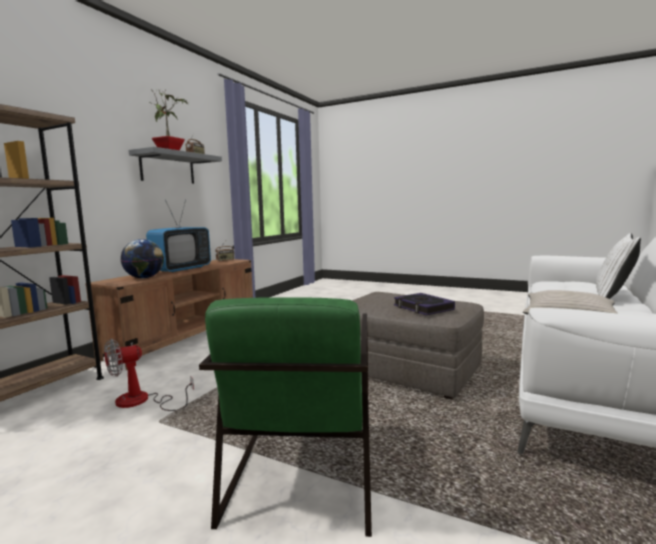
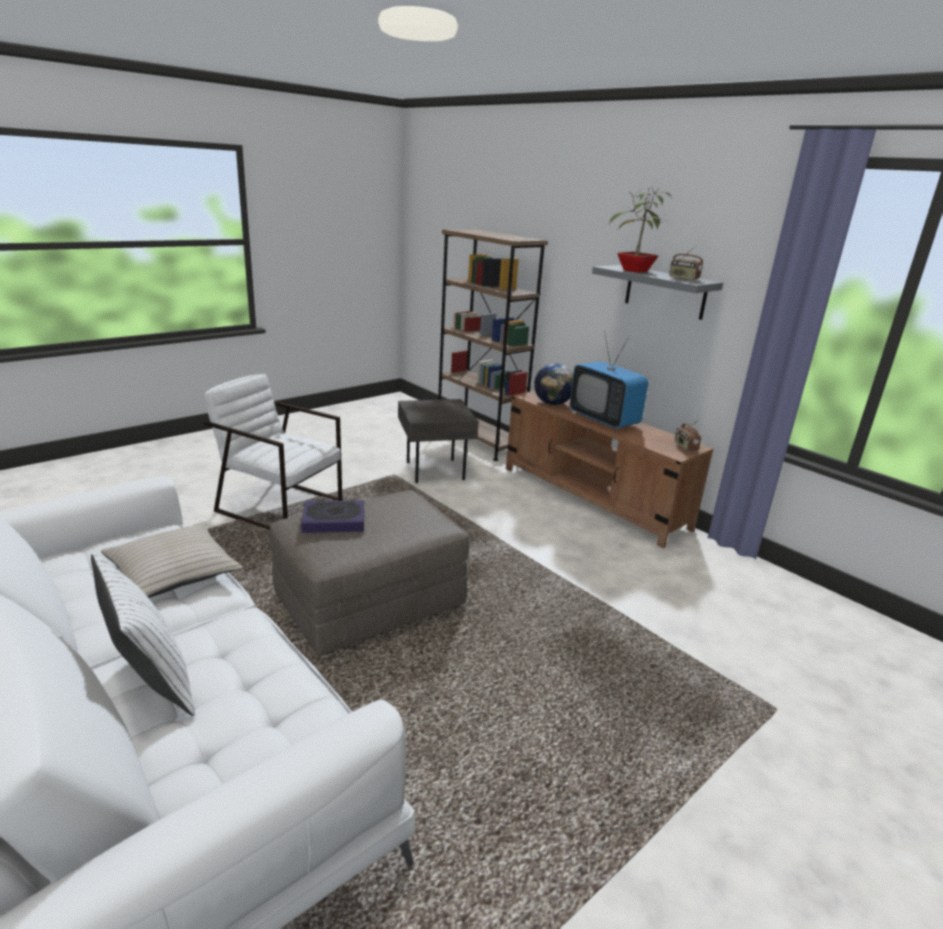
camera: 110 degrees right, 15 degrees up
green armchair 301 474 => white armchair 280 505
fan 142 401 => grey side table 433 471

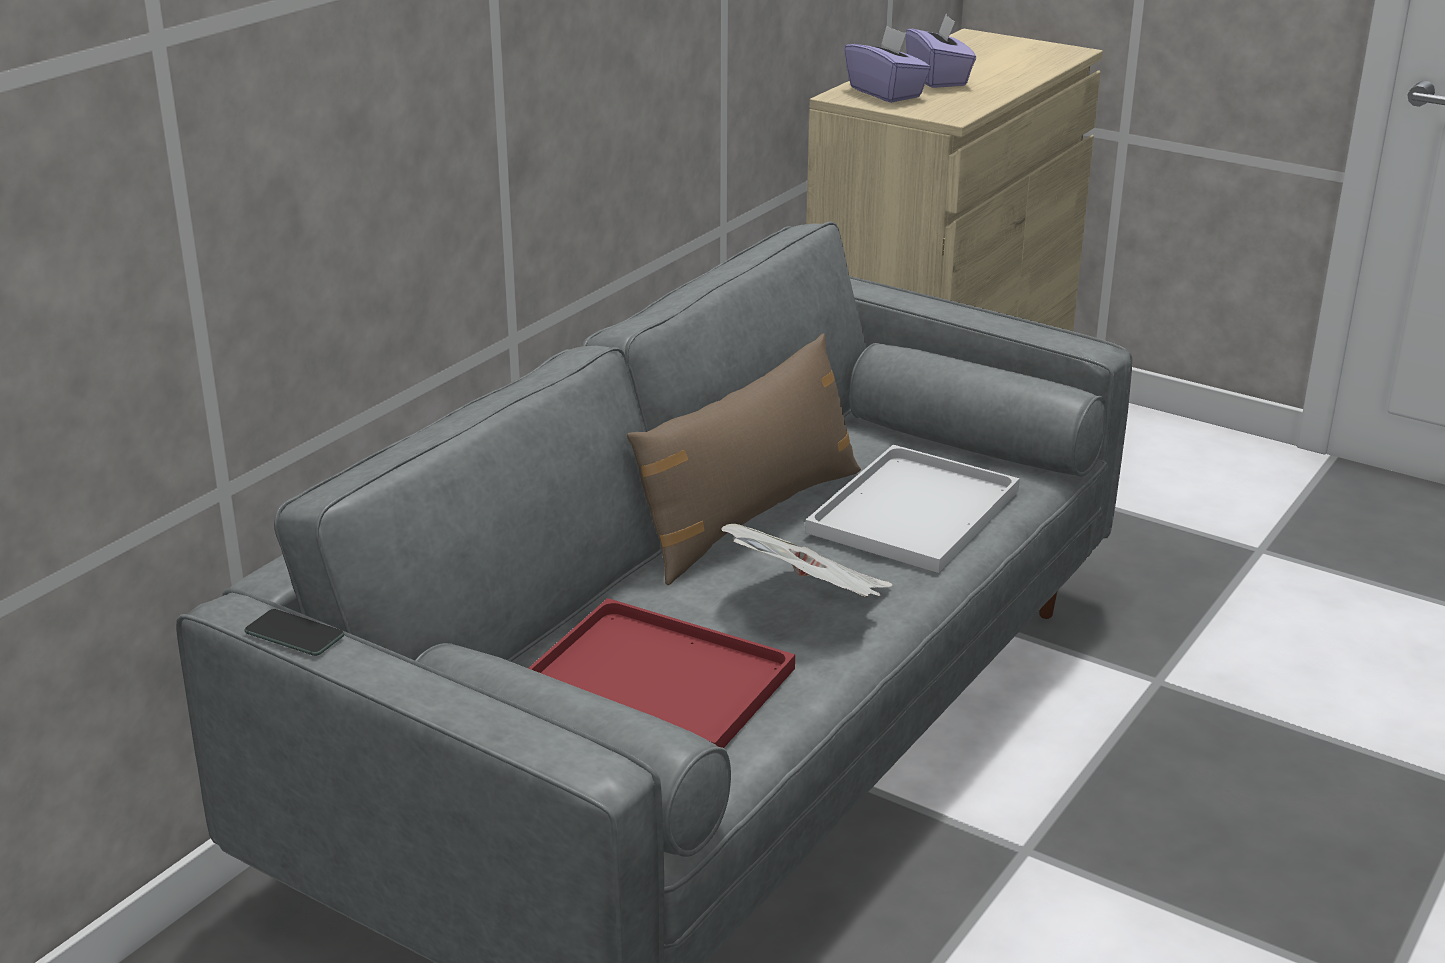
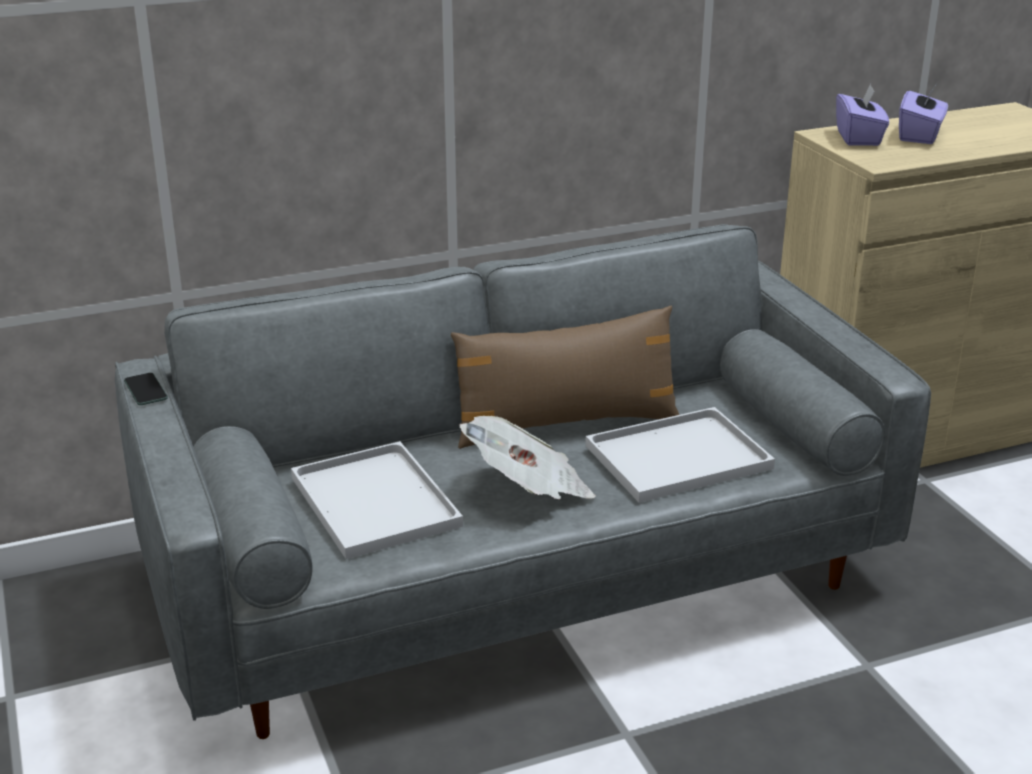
camera: 35 degrees right, 0 degrees up
red tray 652 680 => white tray 371 500

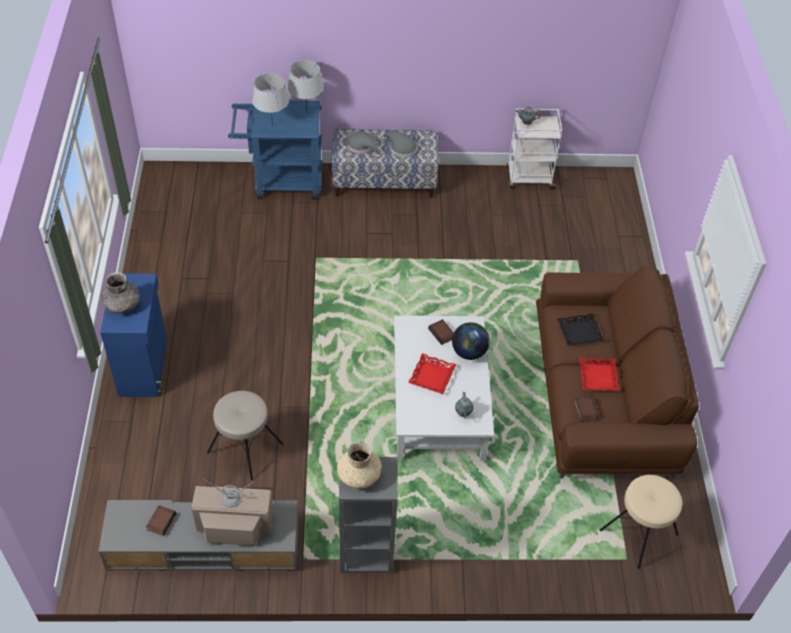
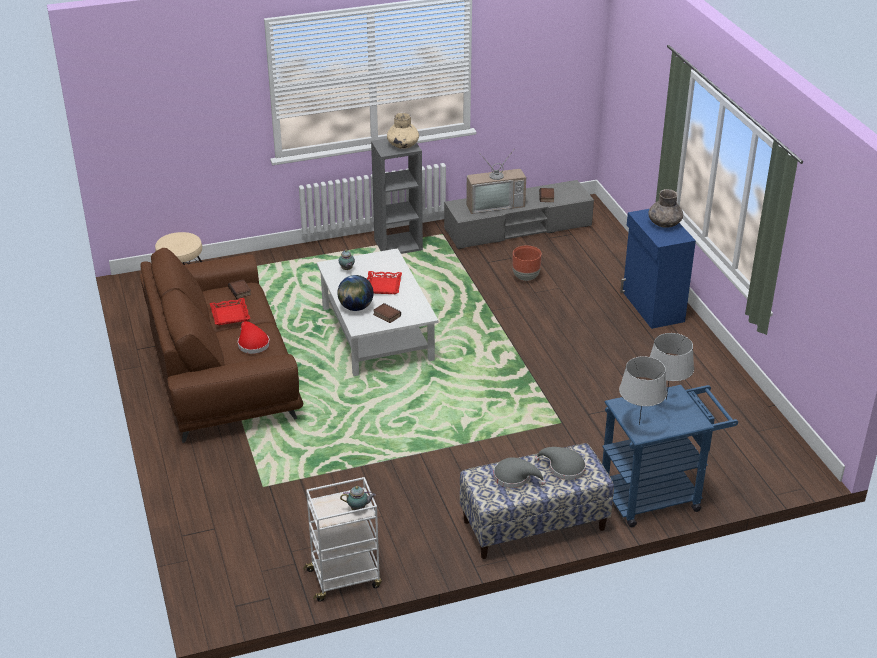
camera: 165 degrees right, 15 degrees down
black tray 579 332 => red hat 252 343
beige stool 245 448 => brown planter 526 277

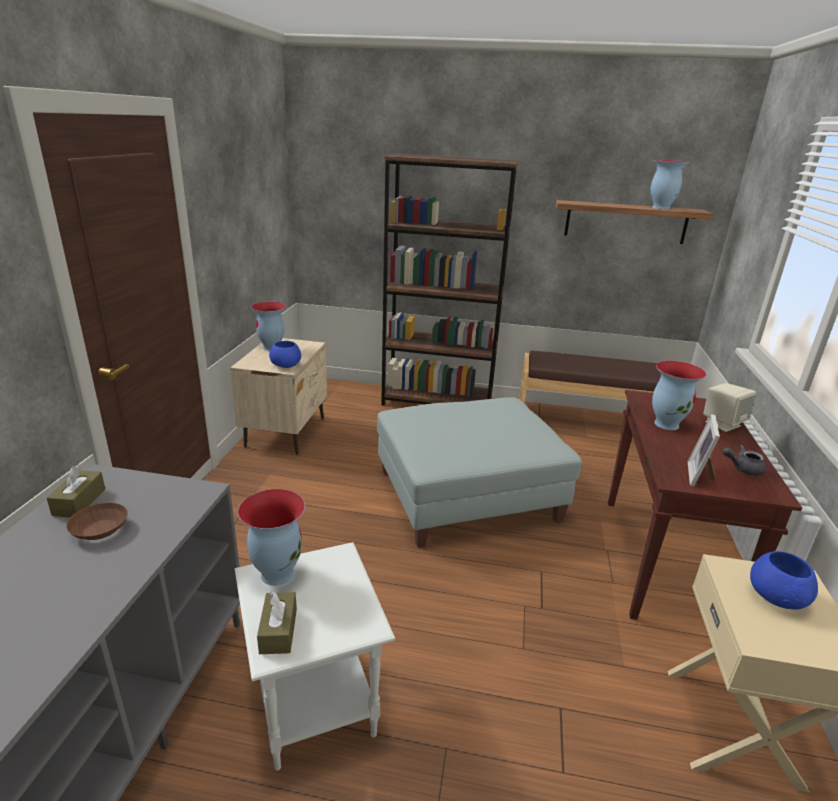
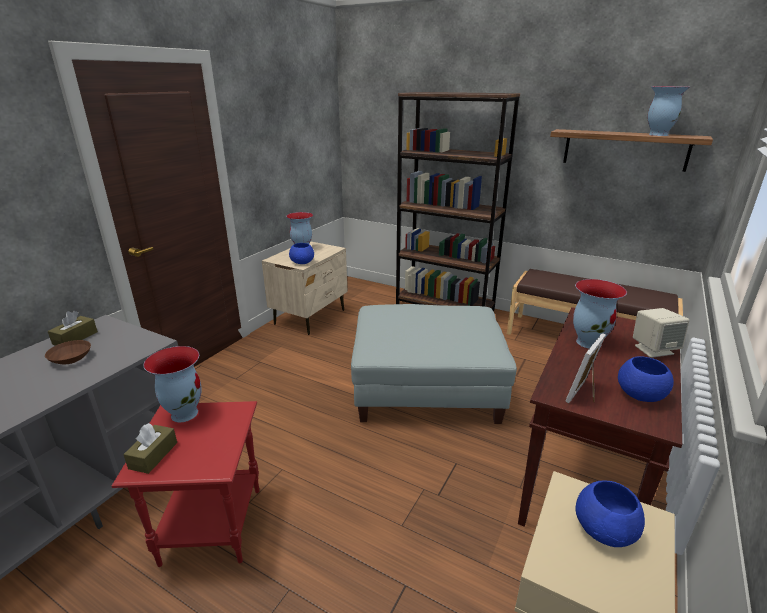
camera: 20 degrees right, 0 degrees up
grey teapot 742 469 => blue bowl 640 395
white side table 314 703 => red side table 213 524

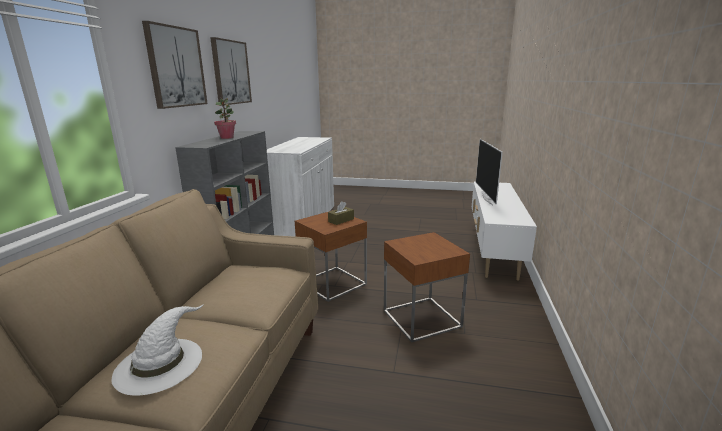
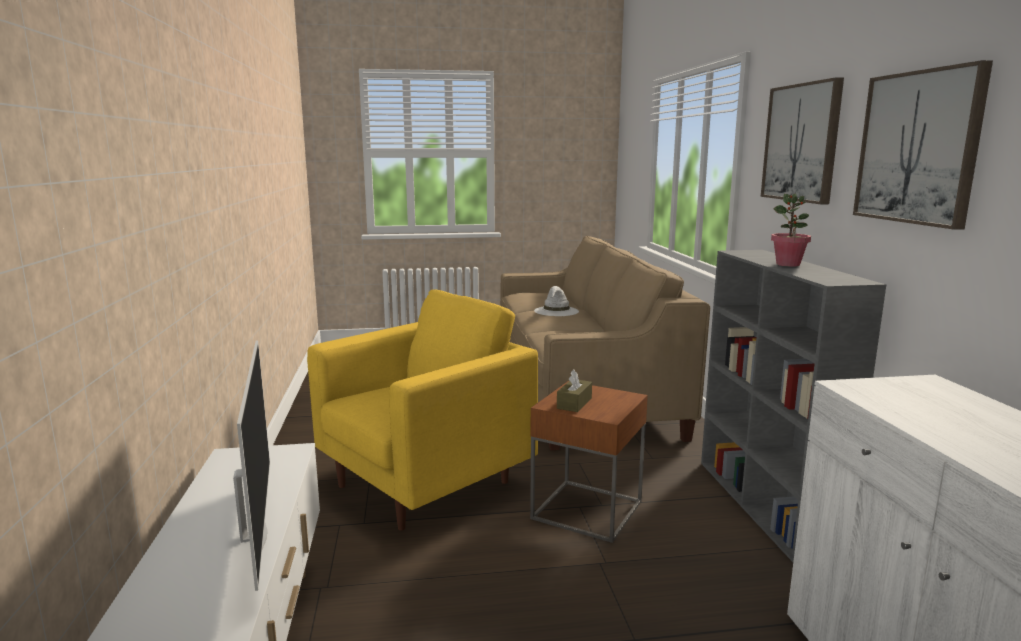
camera: 160 degrees right, 5 degrees down
brown side table 421 318 => yellow armchair 426 483

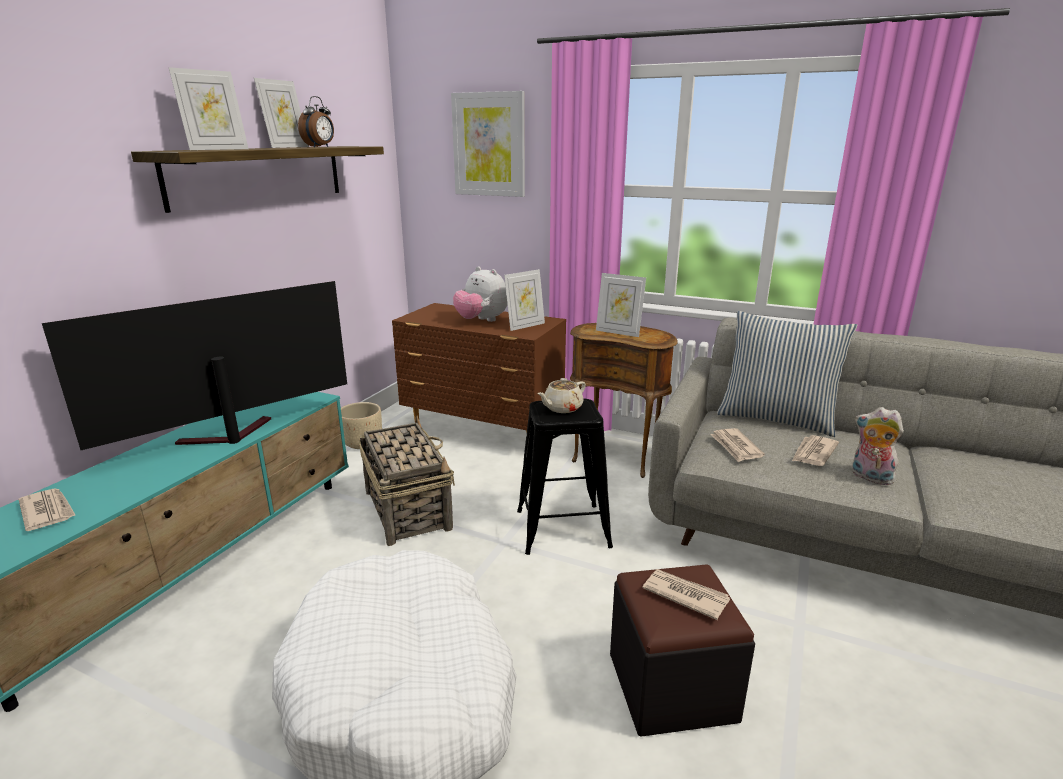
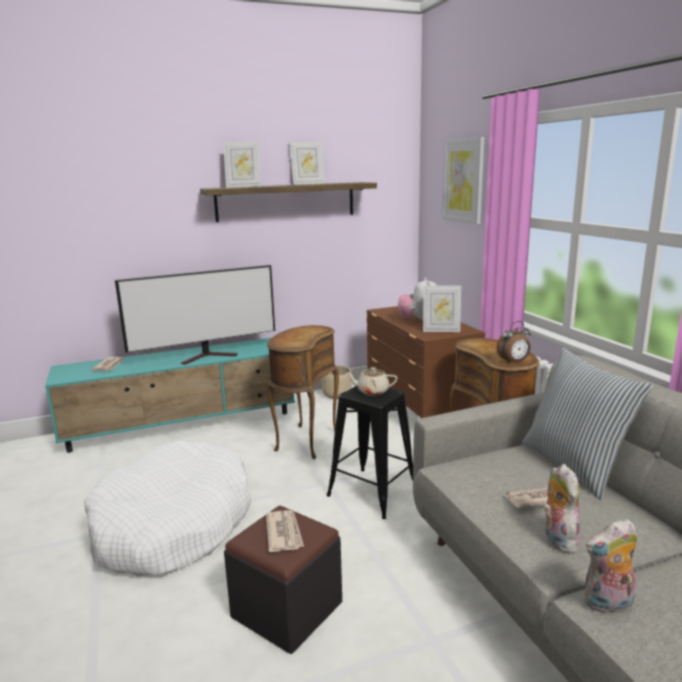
camera: 45 degrees right, 5 degrees down
alarm clock 320 147 => alarm clock 514 362, relocated
picture frame 618 332 => nothing
television 227 437 => television 209 356, 150 degrees clockwise
basket 407 509 => brown side table 304 441
newspaper 736 447 => nothing
nothing => plush toy 608 605

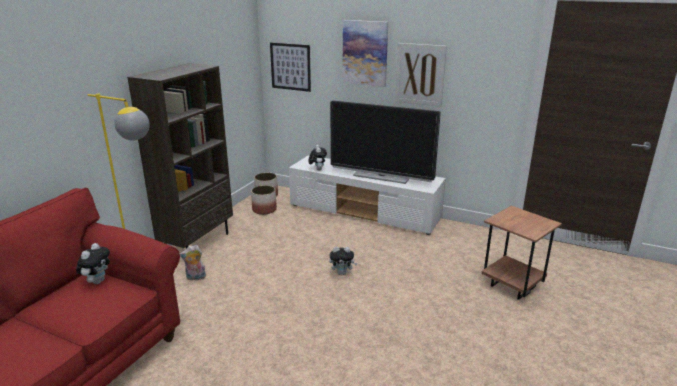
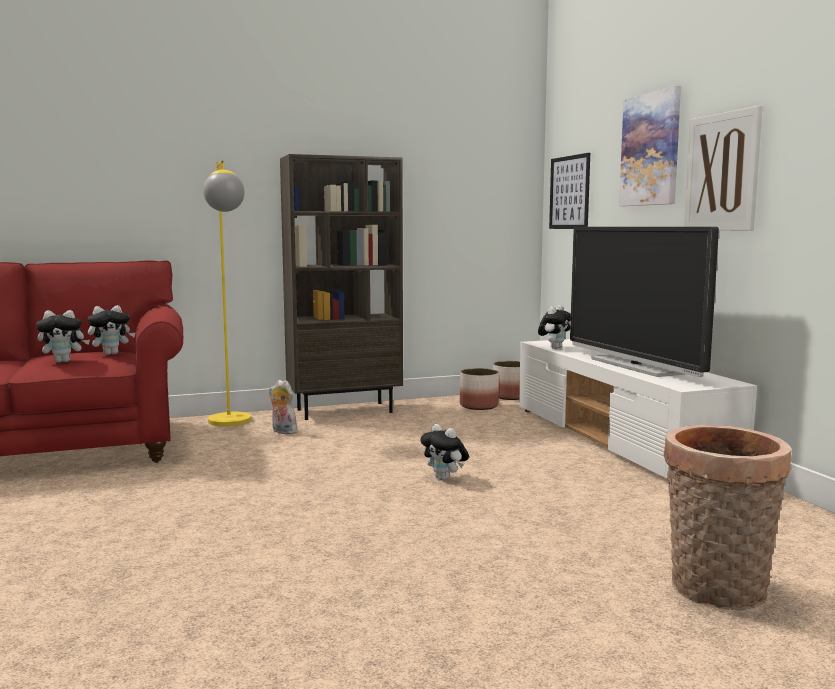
camera: 45 degrees right, 15 degrees down
brown side table 512 285 => basket 716 592
nothing => plush toy 64 361

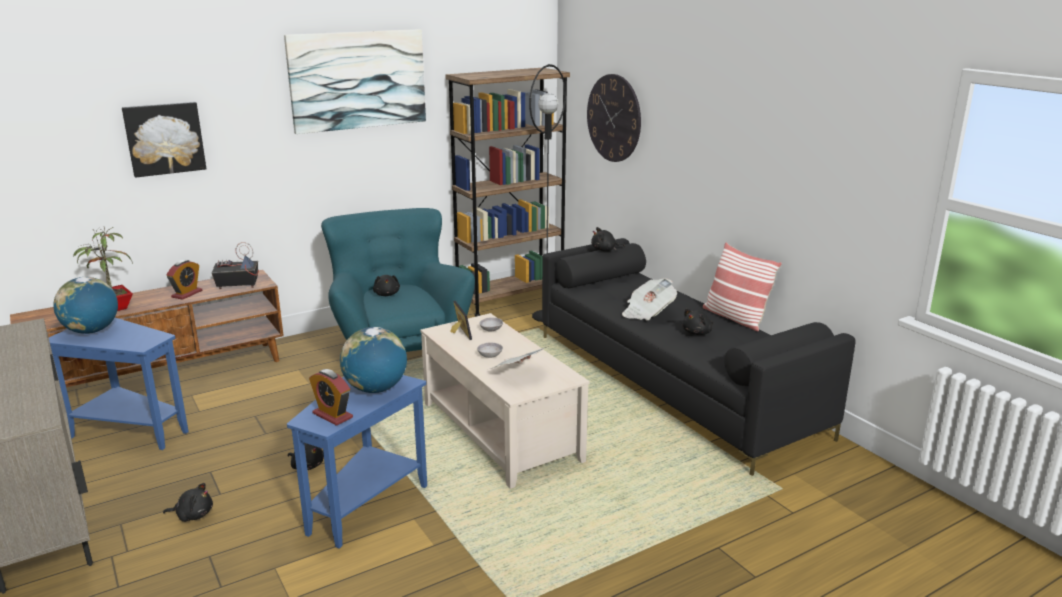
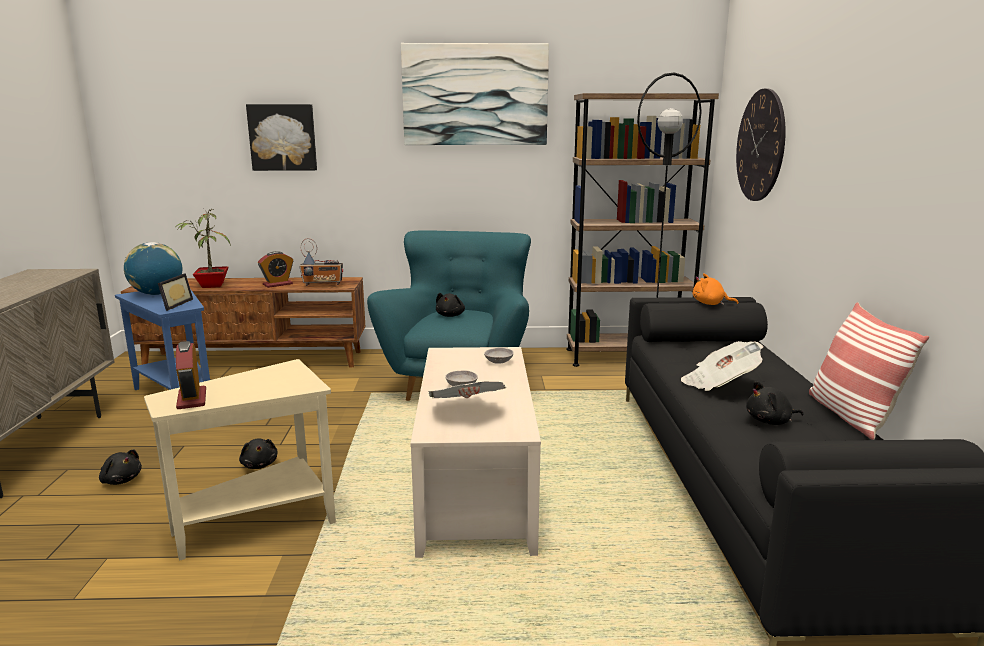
camera: 30 degrees right, 5 degrees down
black plush toy 605 250 => orange plush toy 710 304
radio 237 286 => radio 323 285, 150 degrees clockwise
picture frame 458 332 => picture frame 173 304, relocated
globe 376 389 => nothing
blue side table 366 504 => beige side table 260 521

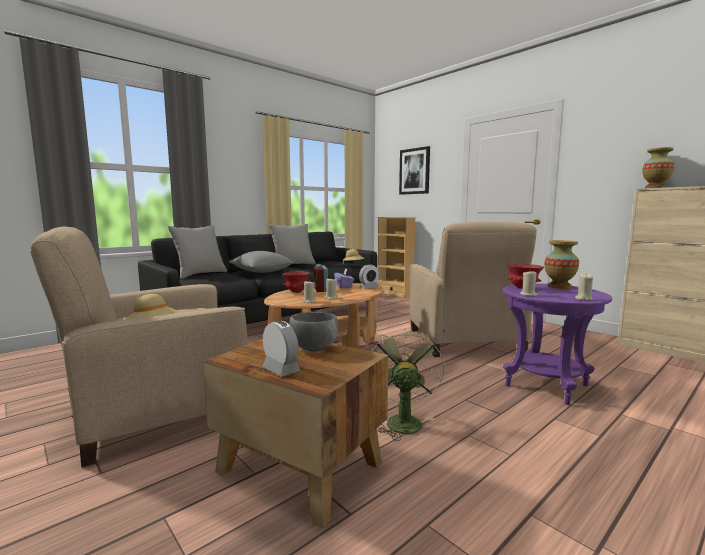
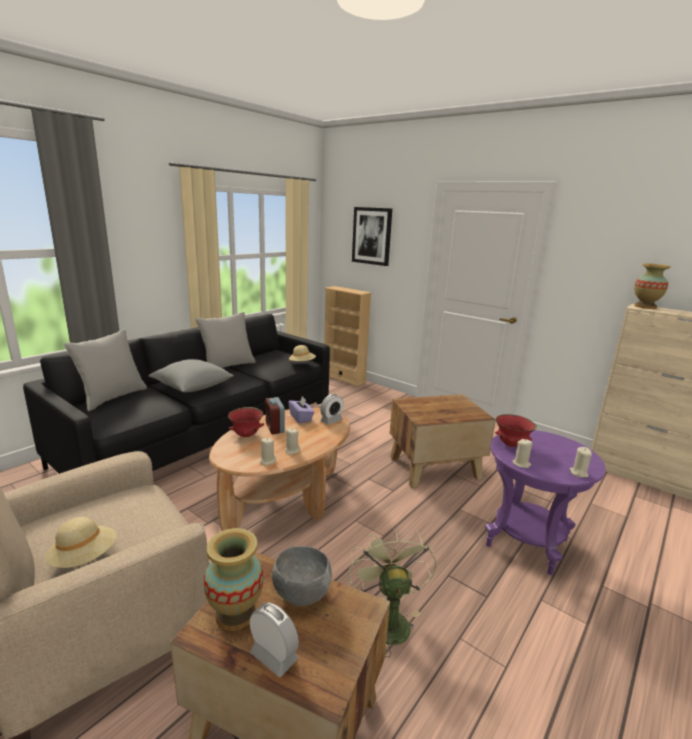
camera: 10 degrees left, 10 degrees up
beige armchair 464 341 => brown side table 433 467
vase 559 287 => vase 235 613, relocated

